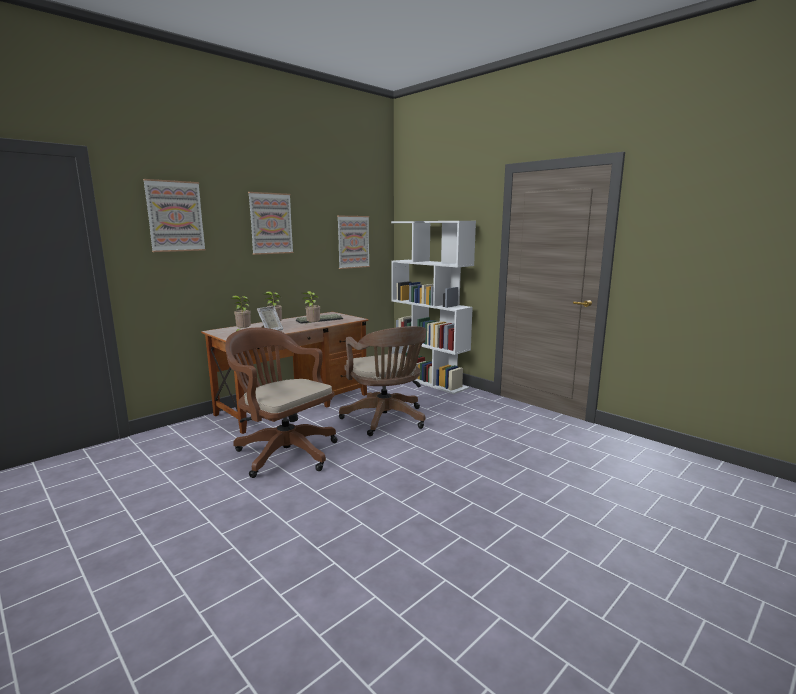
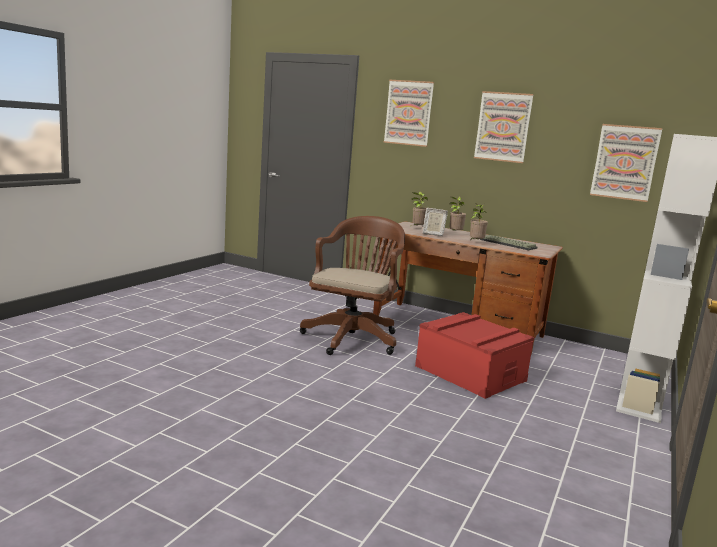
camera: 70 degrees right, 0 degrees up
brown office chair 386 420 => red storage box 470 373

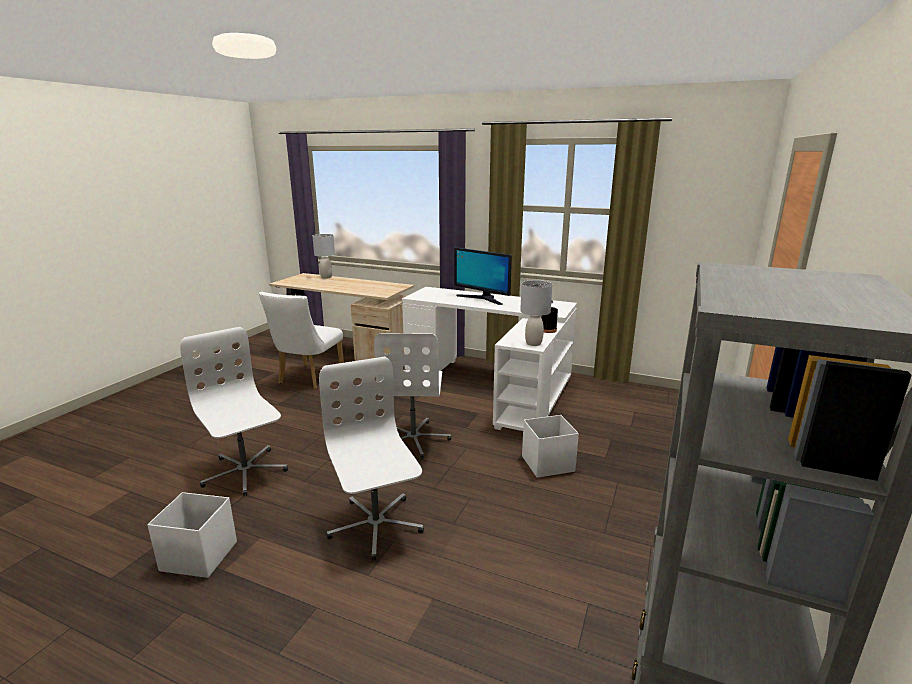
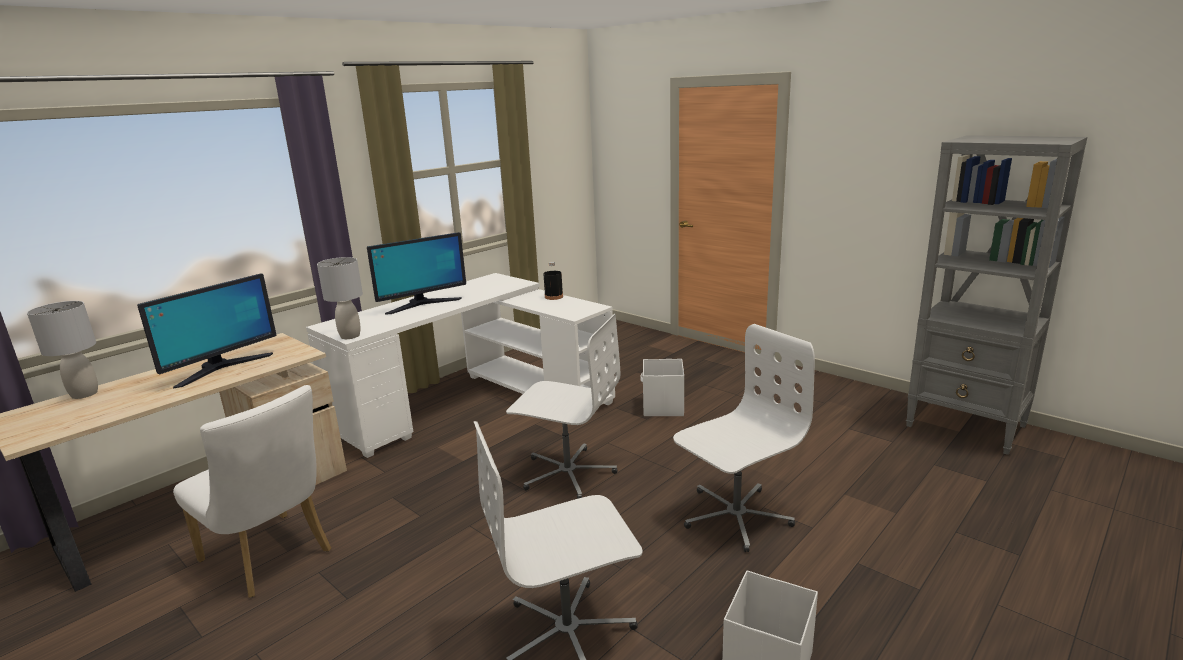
camera: 70 degrees left, 0 degrees up
grey table lamp 534 343 => grey table lamp 350 336, relocated
white office chair 375 526 => white office chair 735 516, 150 degrees clockwise
nothing => monitor 221 368

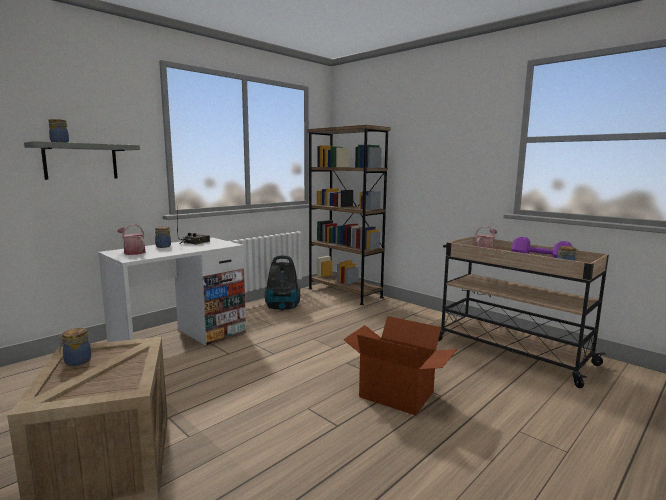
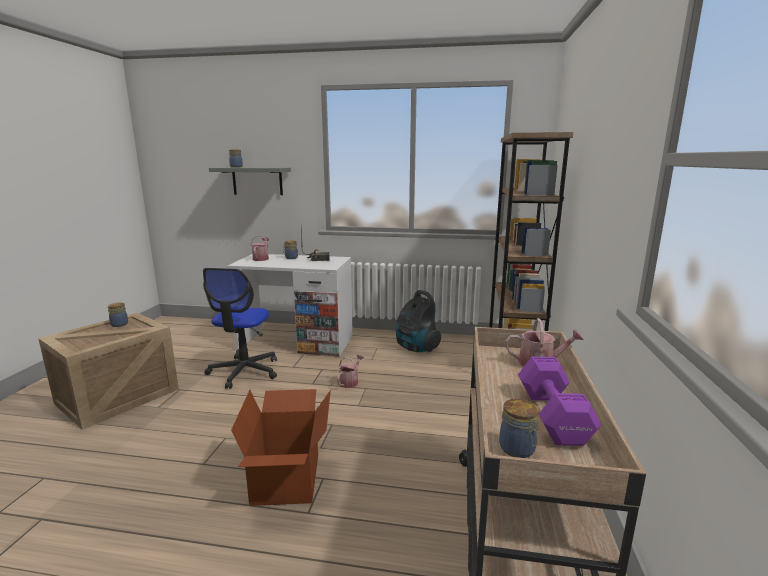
camera: 55 degrees right, 5 degrees up
nothing => office chair 244 371
nothing => watering can 350 382

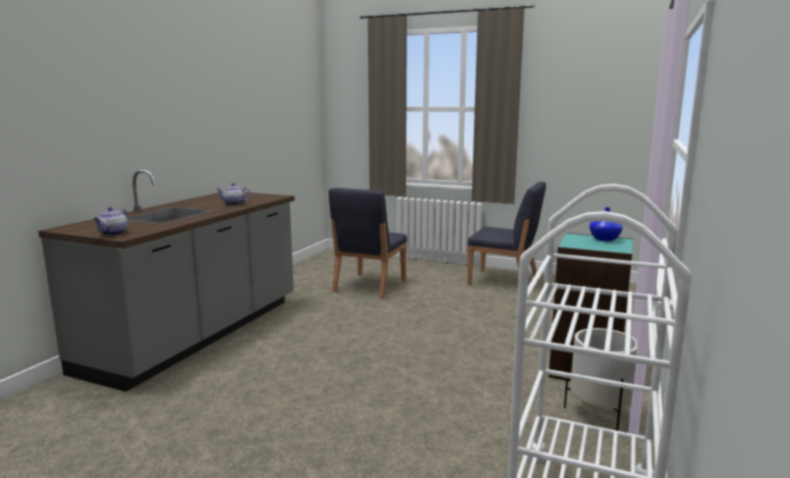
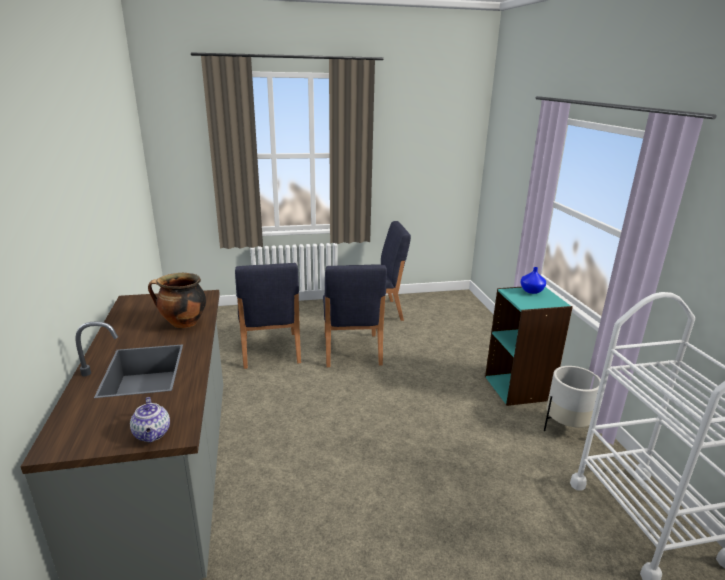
camera: 35 degrees left, 10 degrees up
teapot 233 204 => cooking pot 183 324
nothing => blue chair 351 350

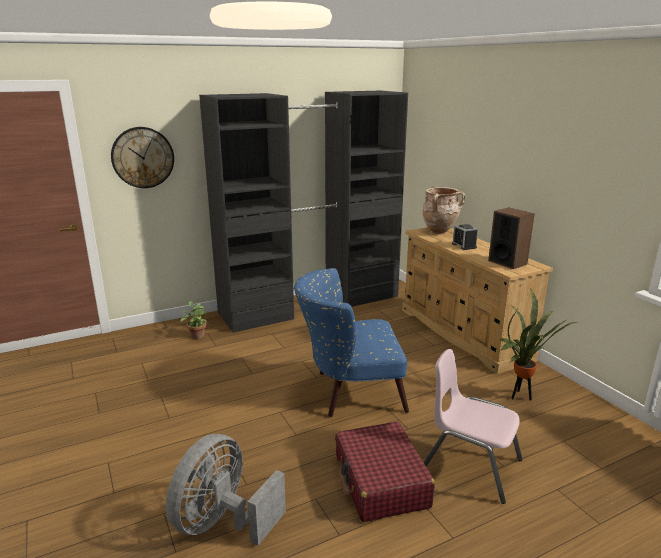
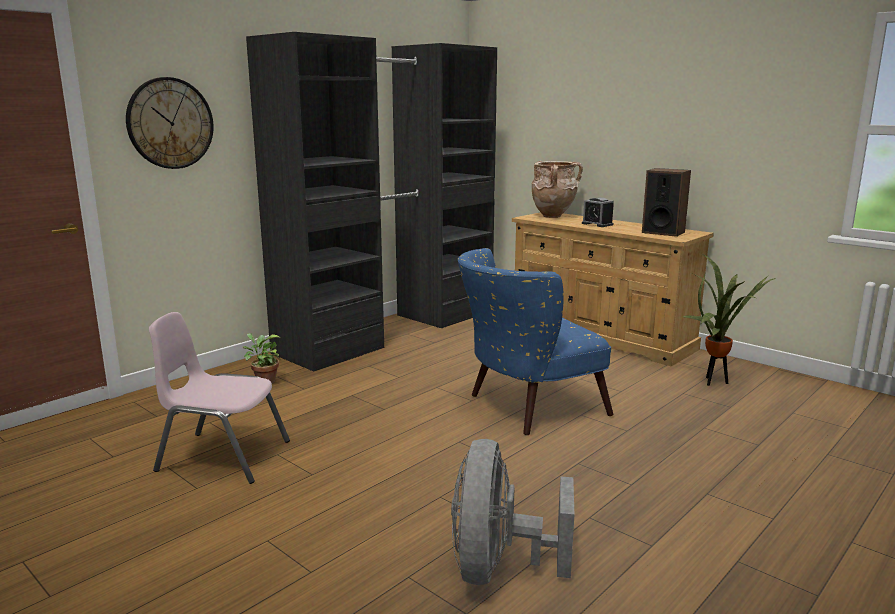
camera: 20 degrees left, 5 degrees down
pink chair 470 465 => pink chair 223 456, relocated
red suitcase 381 482 => nothing

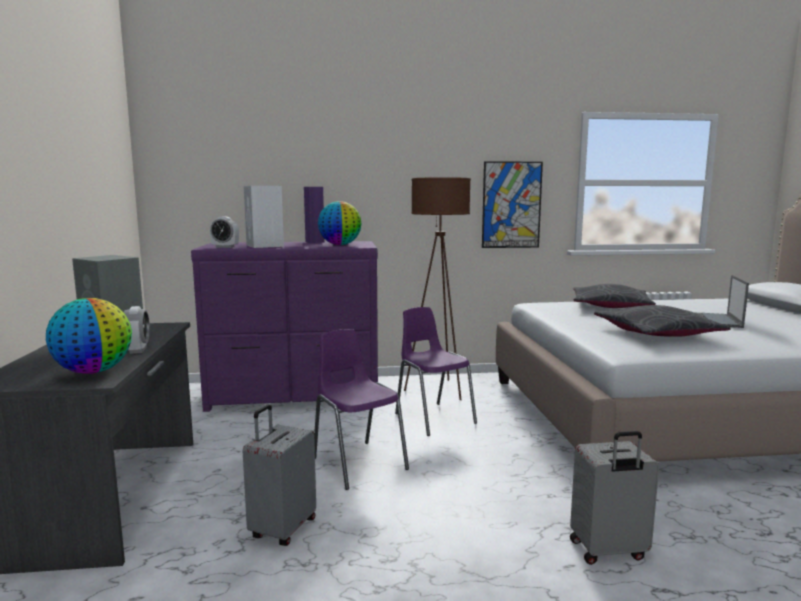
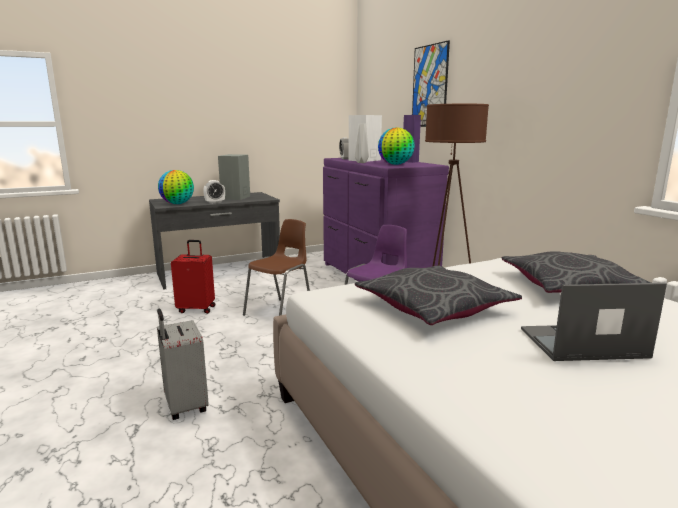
camera: 70 degrees right, 5 degrees up
picture 511 205 => picture 429 86, relocated
purple chair 358 463 => brown chair 280 312
grey suitcase 282 529 => red suitcase 197 309
nothing => grey vase 361 162

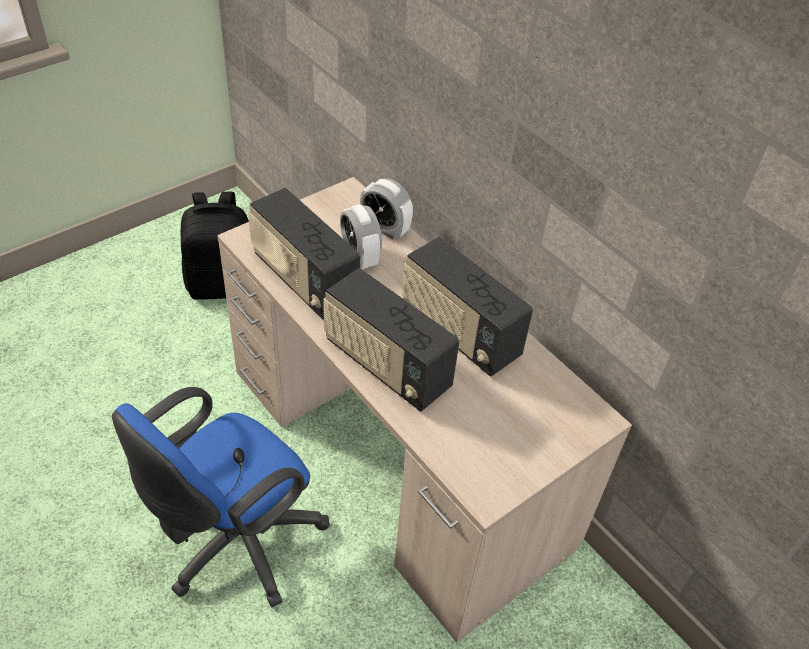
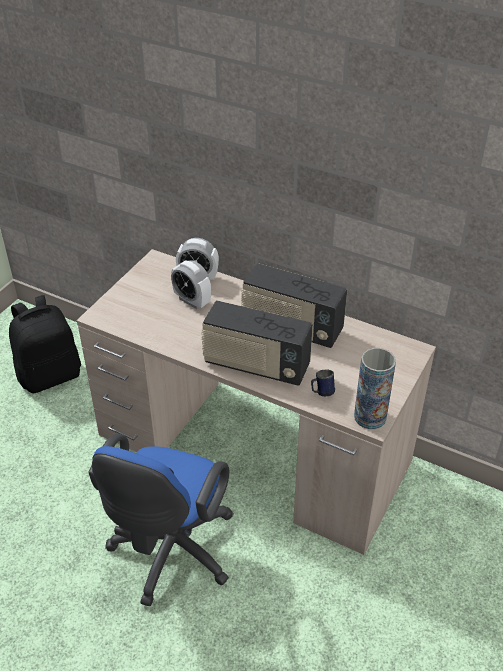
camera: 20 degrees left, 5 degrees down
radio 304 280 => nothing
nothing => vase 370 417
nothing => blue mug 321 392

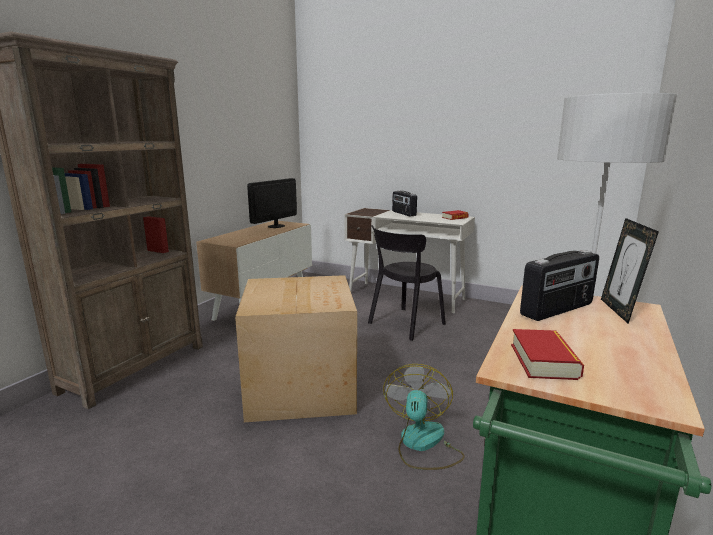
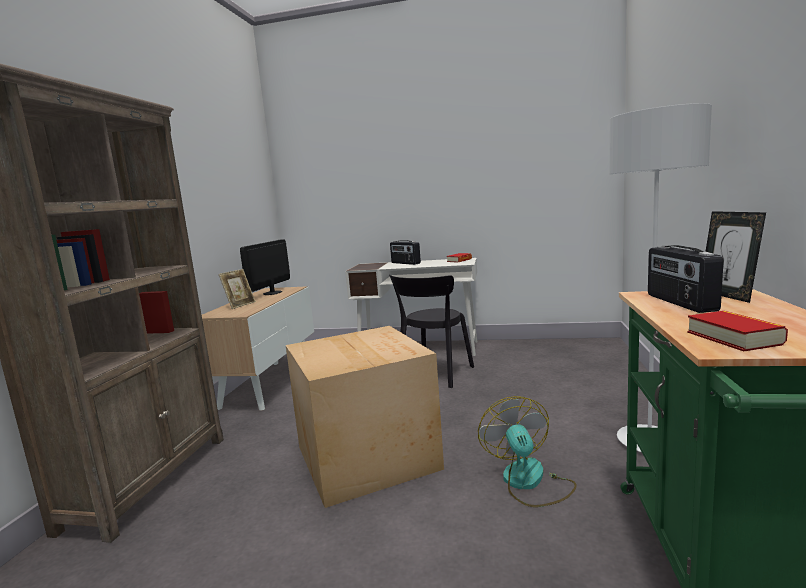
camera: 15 degrees left, 5 degrees down
radio 558 310 => radio 679 303, 135 degrees clockwise
nothing => picture frame 240 305

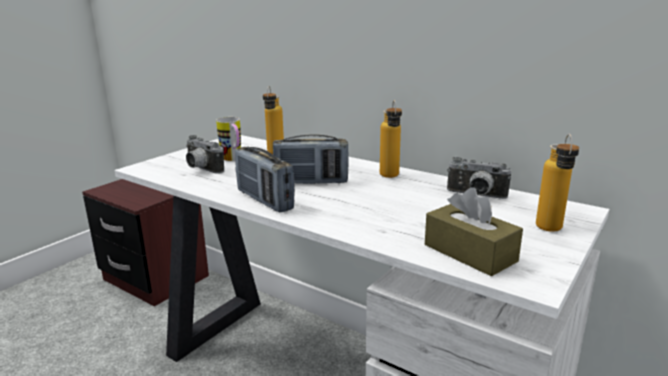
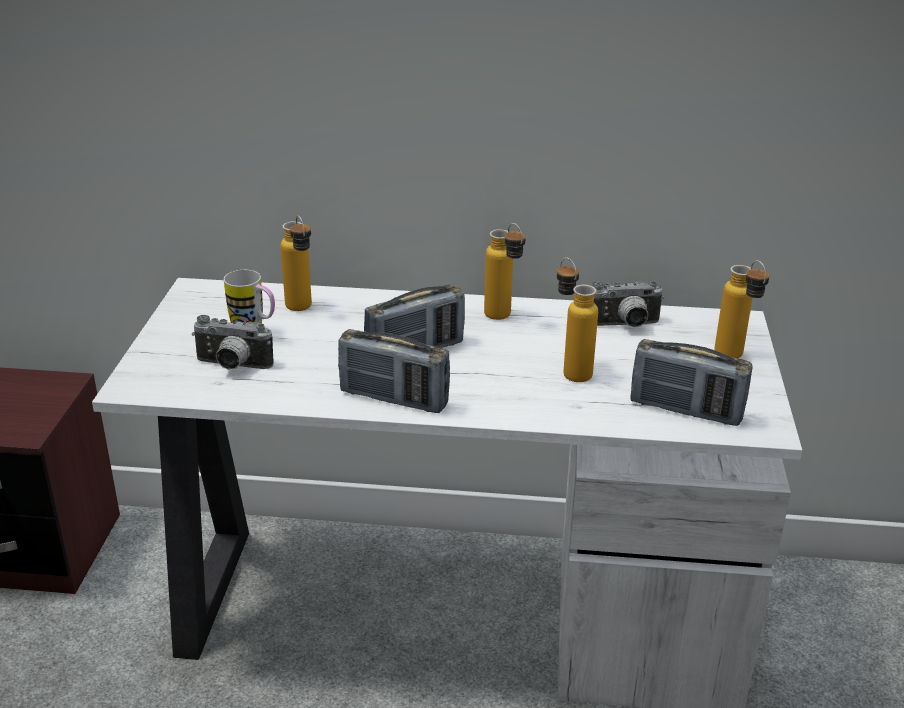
camera: 30 degrees left, 10 degrees up
brown tissue box 469 253 => radio 685 410
nothing => bottle 570 370

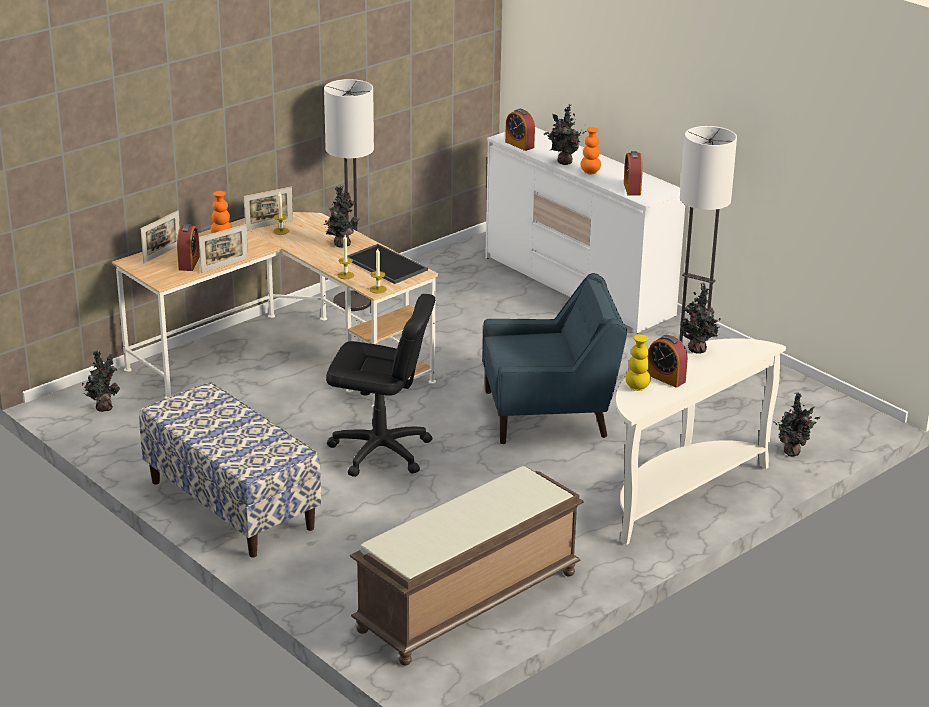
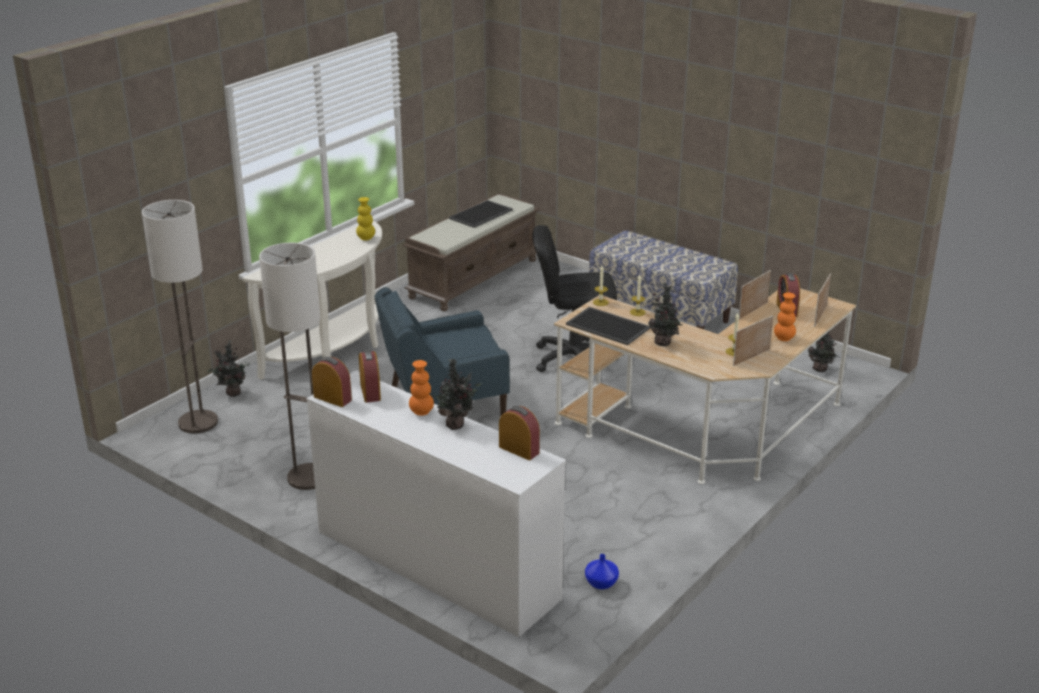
camera: 170 degrees right, 0 degrees up
floor lamp 352 302 => floor lamp 198 422, relocated
potted plant 698 350 => nothing
alarm clock 666 378 => alarm clock 332 398, relocated
nothing => tray 481 215
nothing => blue vase 601 584

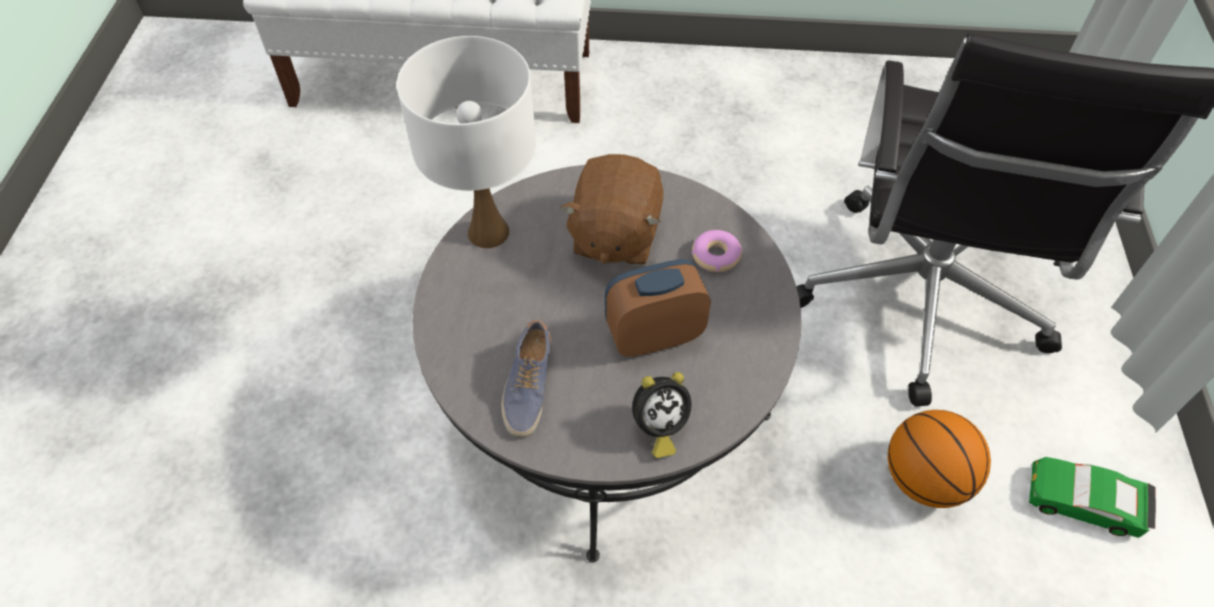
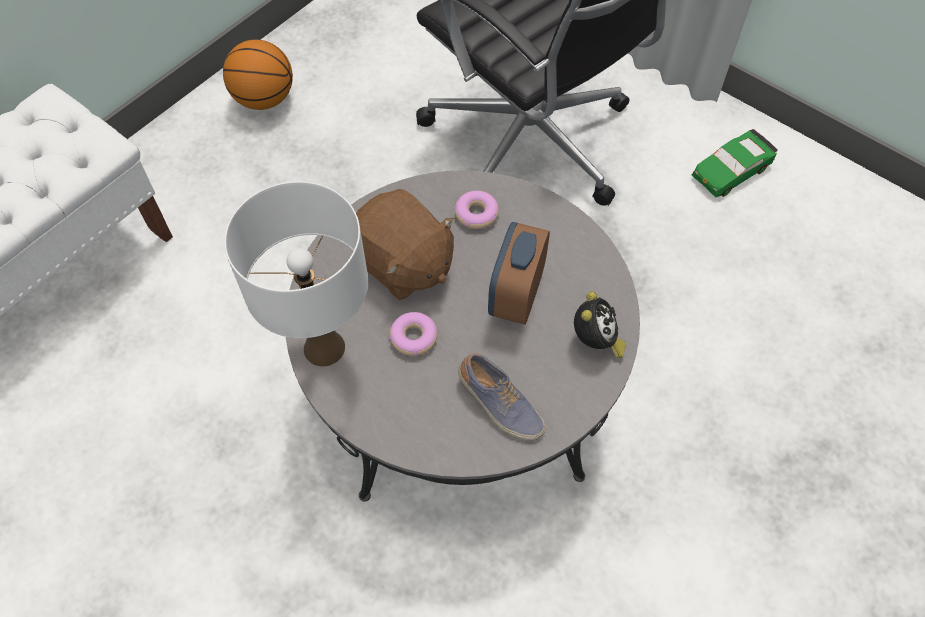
camera: 55 degrees left, 5 degrees up
basketball 924 479 => basketball 264 99, relocated
nothing => donut 413 337

